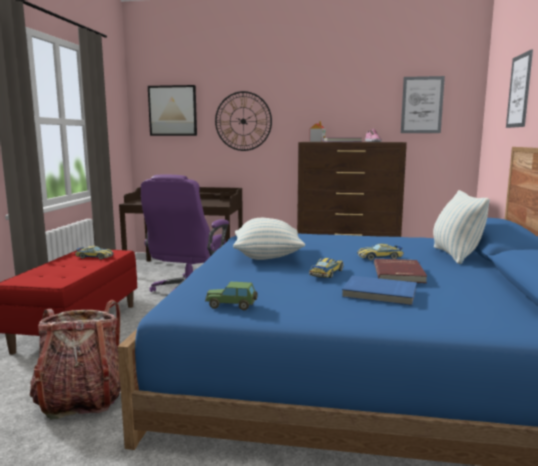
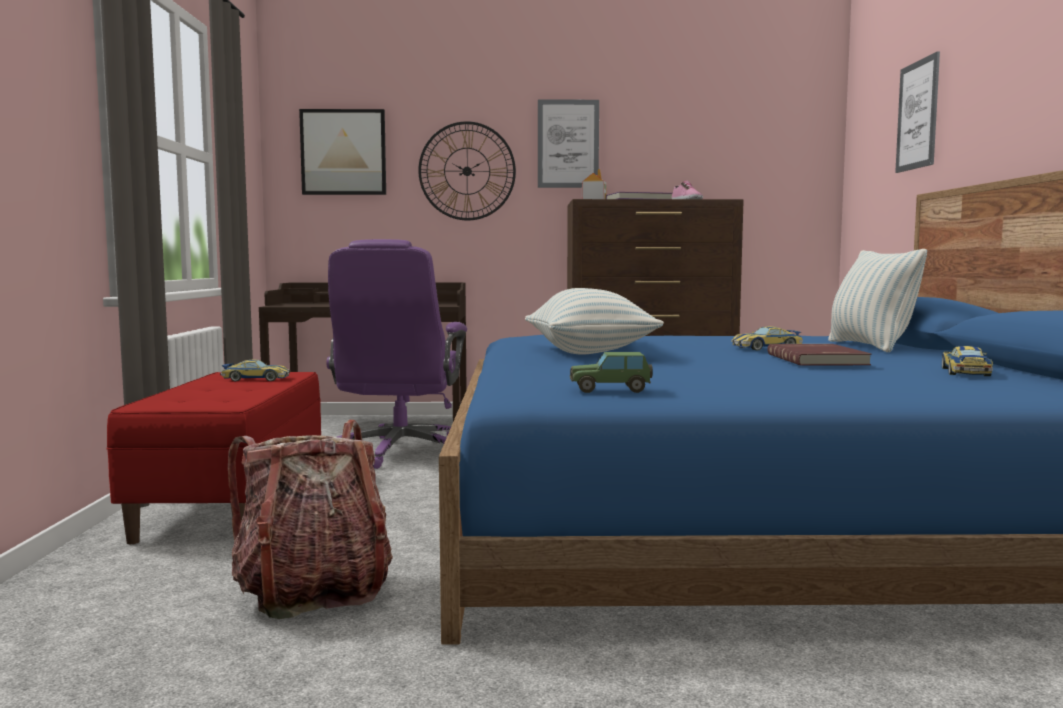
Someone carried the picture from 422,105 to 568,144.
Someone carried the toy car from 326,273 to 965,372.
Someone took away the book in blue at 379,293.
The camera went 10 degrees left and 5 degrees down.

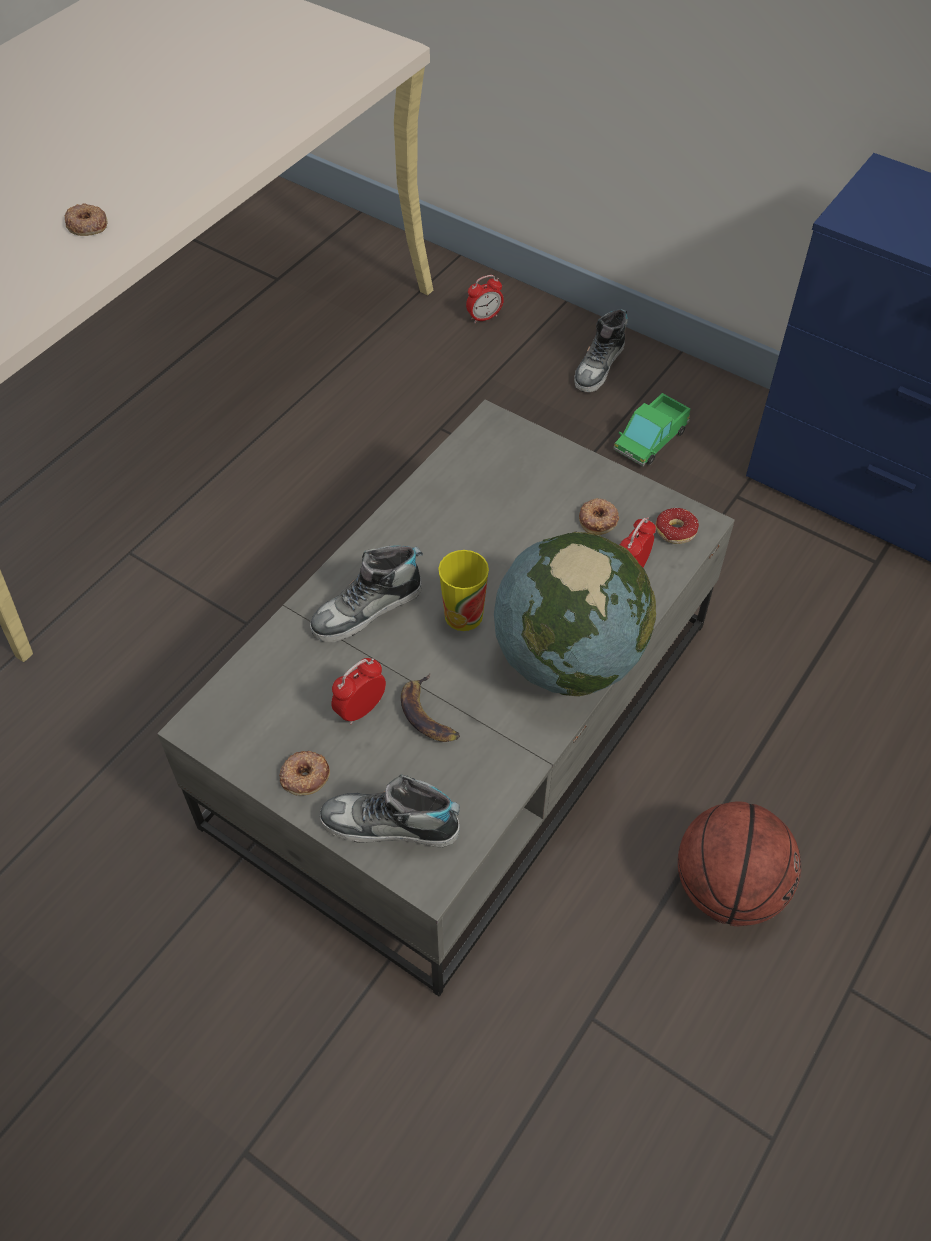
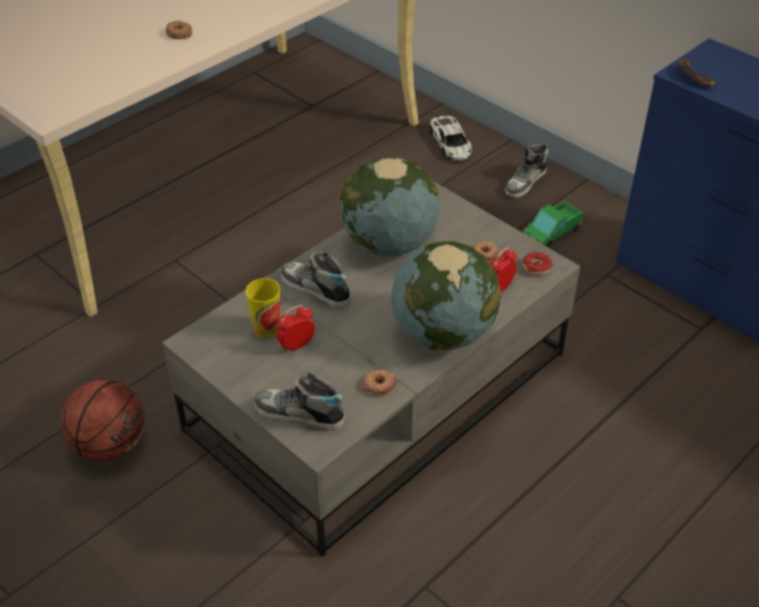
Someone swapped the alarm clock at 484,317 for the toy car at 450,143.
Someone rotated the shoe at 367,610 by 60 degrees clockwise.
Someone carried the cup from 463,615 to 267,328.
Someone carried the banana from 428,714 to 695,76.
Someone carried the donut from 304,775 to 379,385.
Someone carried the basketball from 728,887 to 110,445.
Someone put down the globe at 389,245.
The camera went 10 degrees right and 10 degrees down.

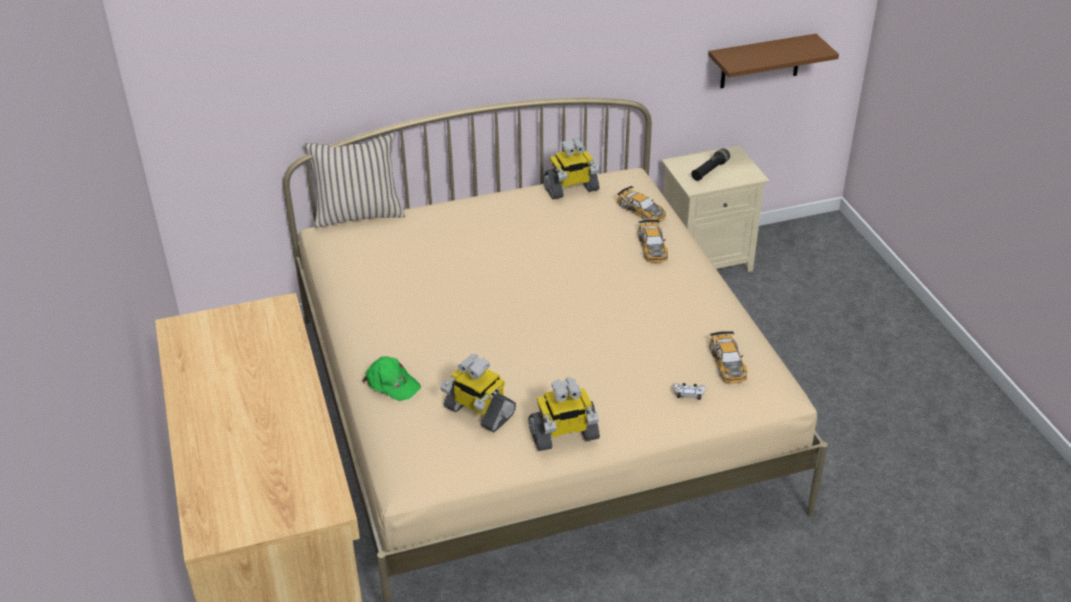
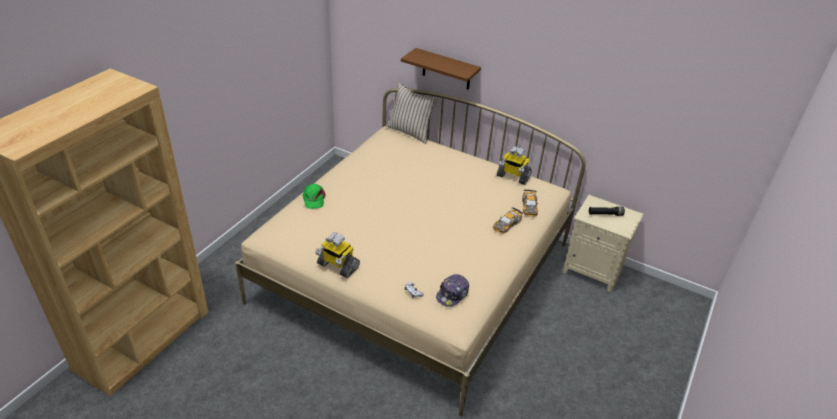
Someone carried the shelf in brown from 760,61 to 446,69.
Someone swapped the toy car at 727,363 for the cap at 452,294.
Someone took away the toy robot at 478,411.
The camera went 45 degrees right and 0 degrees up.

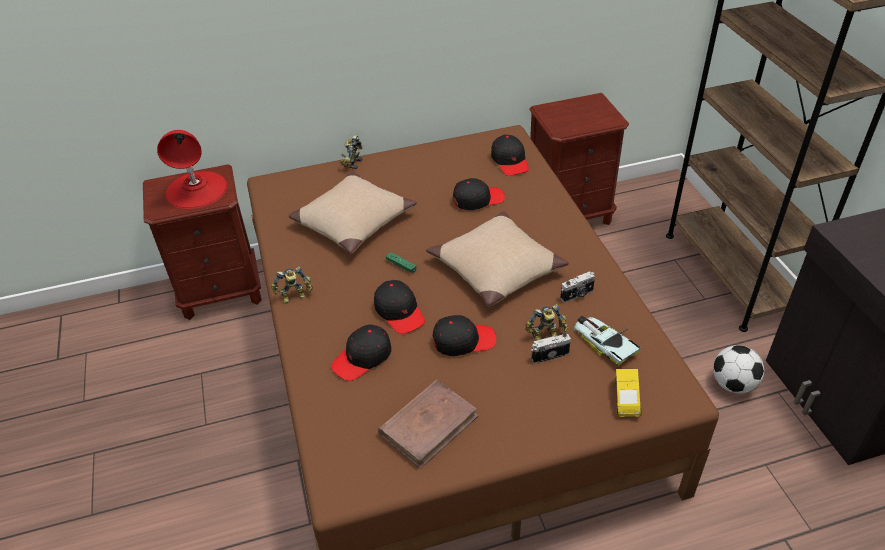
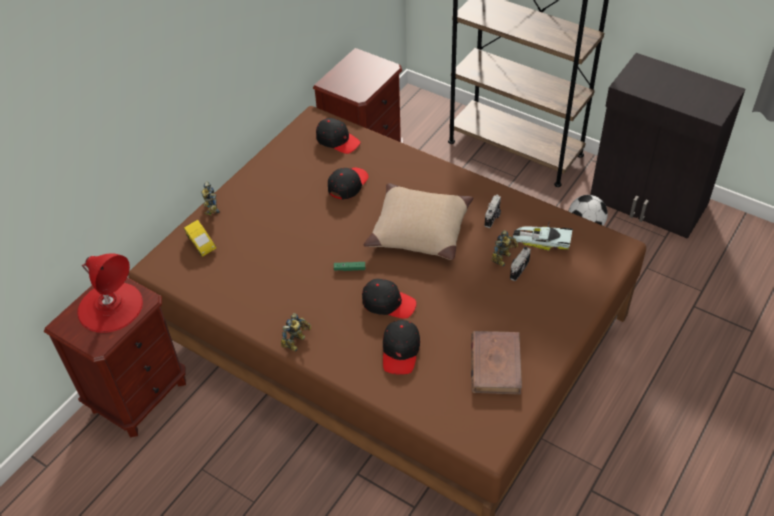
Someone took away the pillow in beige at 353,221.
Someone took away the cap in black at 463,340.
Someone carried the toy car in yellow from 625,399 to 200,244.
The camera went 40 degrees left and 5 degrees up.

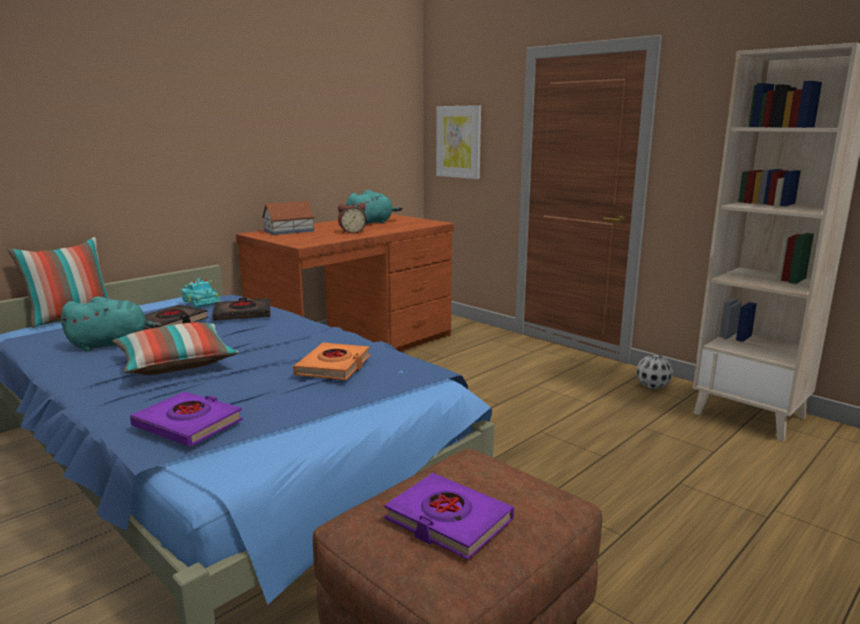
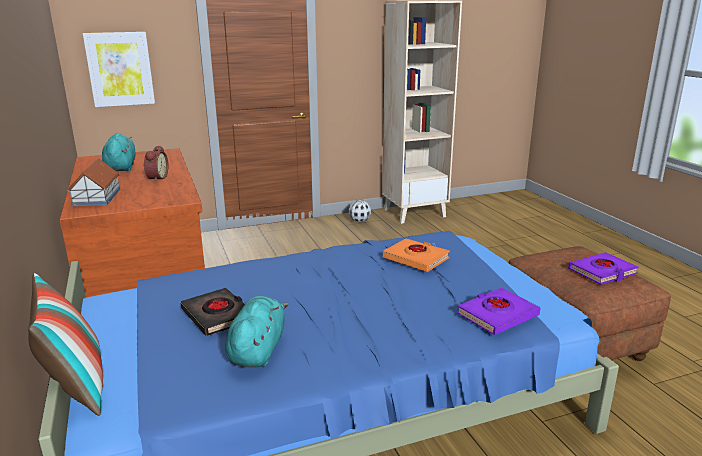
Someone took away the toy car in turquoise at 201,302.
Someone took away the book in black at 243,314.
Someone took away the pillow at 176,364.
The camera went 65 degrees left and 5 degrees up.

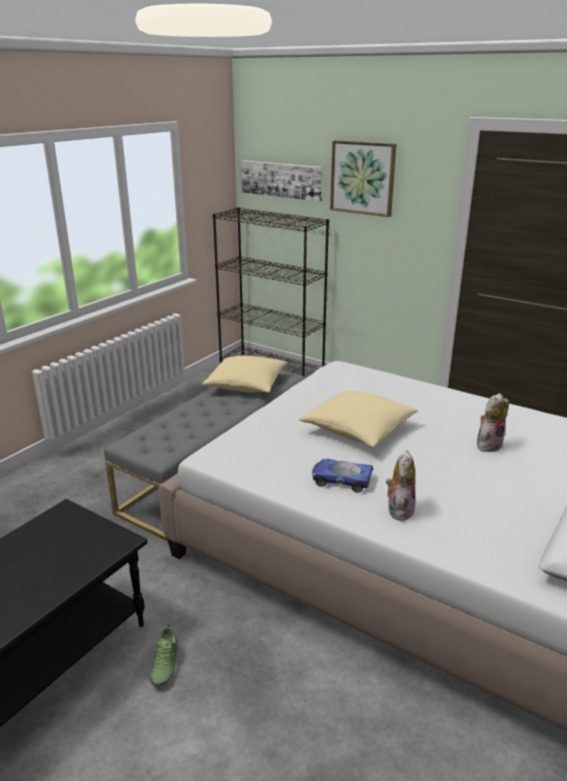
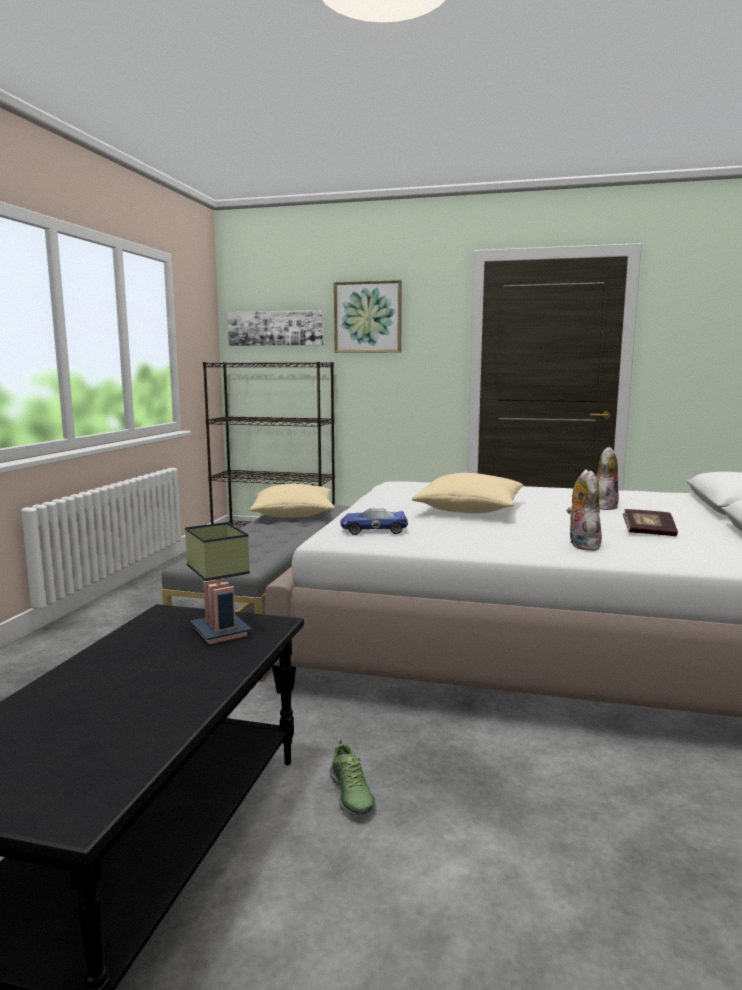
Someone carried the toy car from 341,479 to 373,529.
Someone put down the book at 649,533.
Someone put down the table lamp at 224,632.
The camera went 20 degrees left and 15 degrees down.

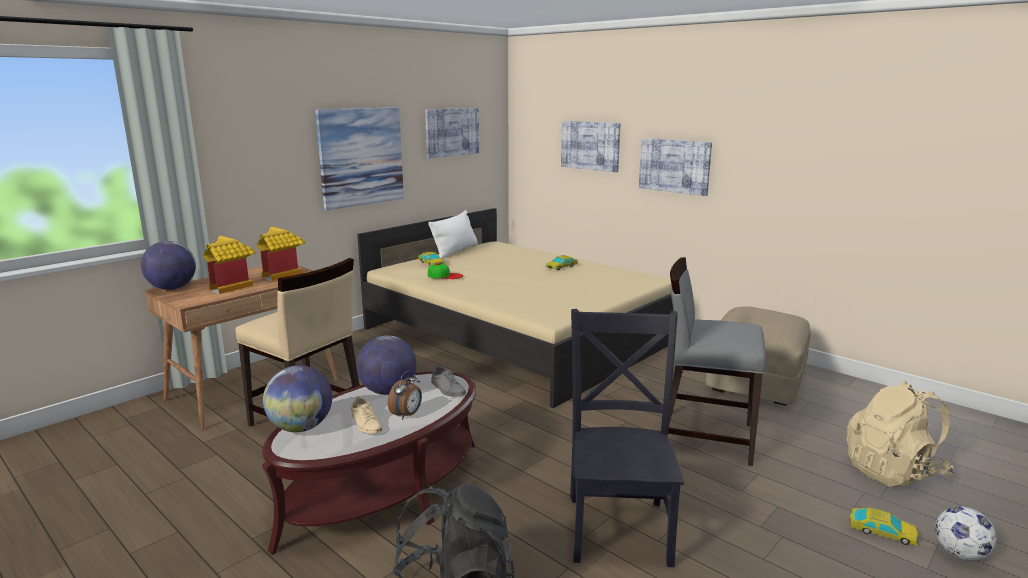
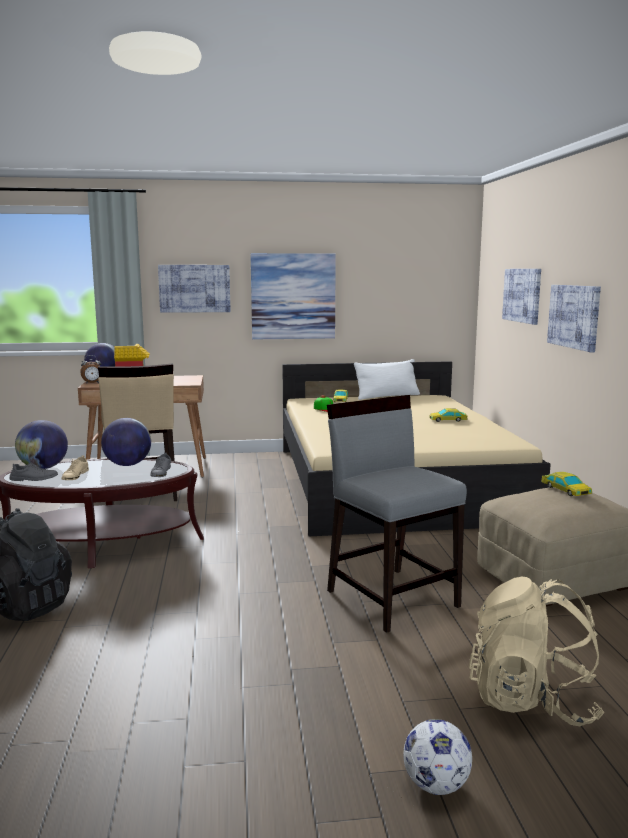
Someone carried the picture from 452,132 to 194,288.
Someone took away the toy house at 283,274.
Someone took away the chair in black at 619,525.
Someone carried the alarm clock from 407,415 to 92,383.
Someone carried the toy car from 882,532 to 565,490.
Someone put down the shoe in grey at 34,478.
The camera went 40 degrees right and 5 degrees down.

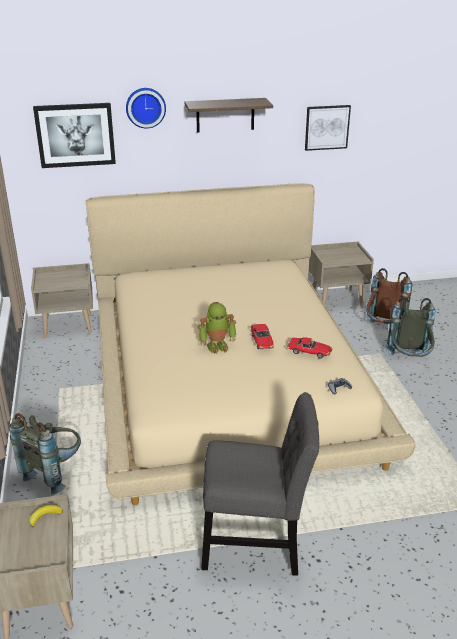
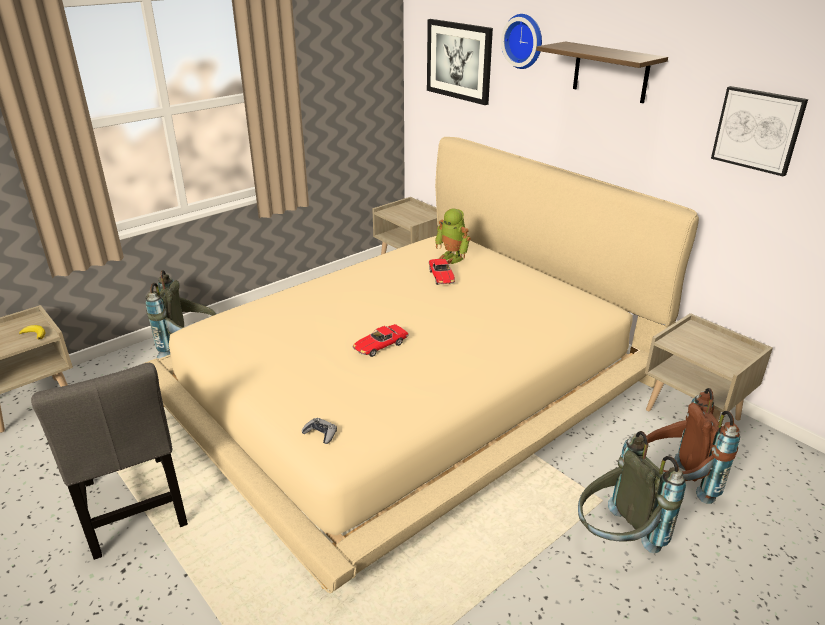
Someone carried the toy robot from 217,346 to 452,257.
Someone carried the toy car from 309,352 to 441,277.
The camera went 60 degrees right and 0 degrees up.

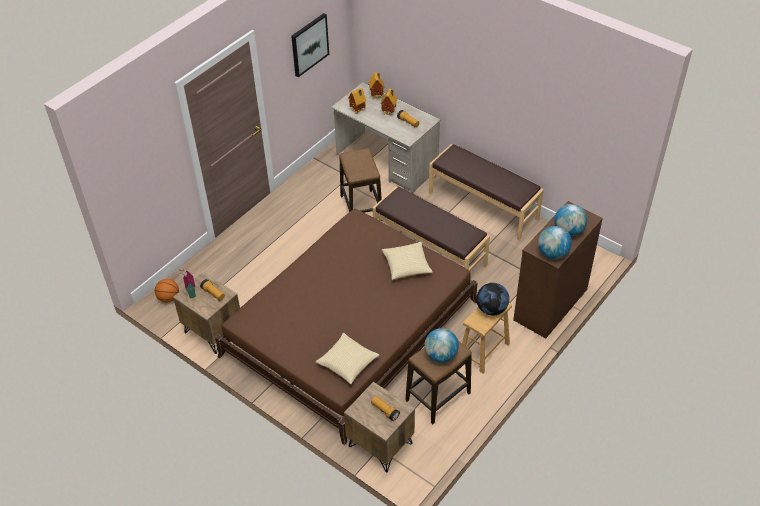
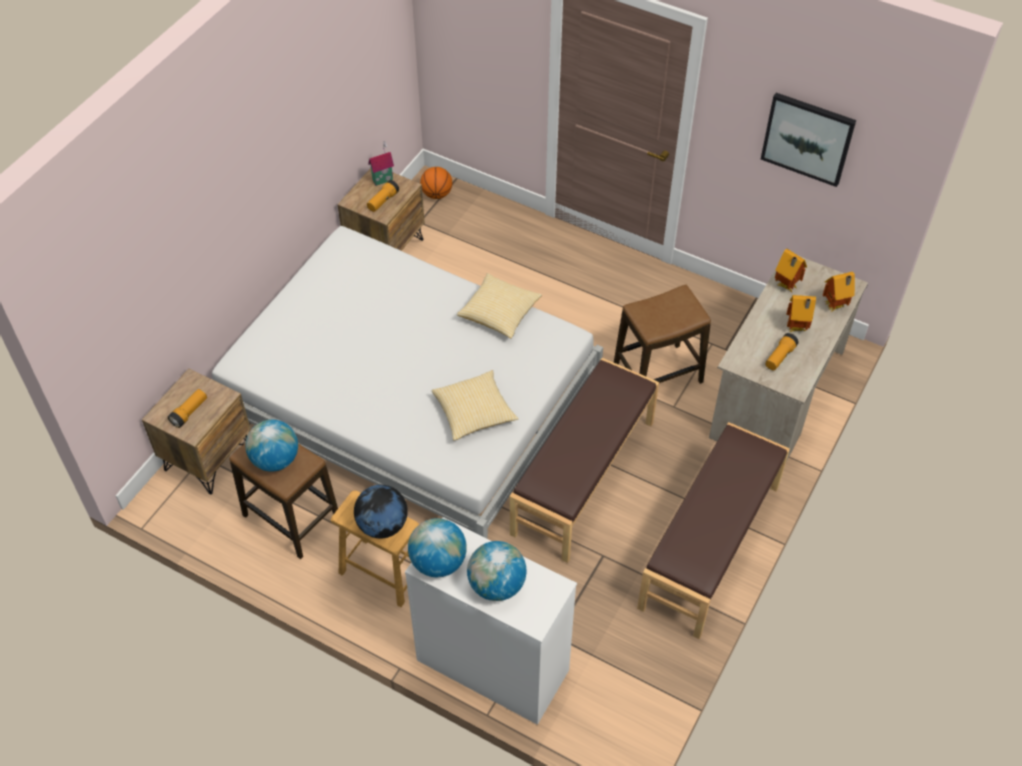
Someone repainted the dresser in brown at 550,305, which became the dresser in white at 493,665.
Someone repainted the bed in brown at 350,328, which became the bed in white at 408,396.
Someone carried the pillow from 347,363 to 499,313.
The camera went 80 degrees right and 5 degrees up.

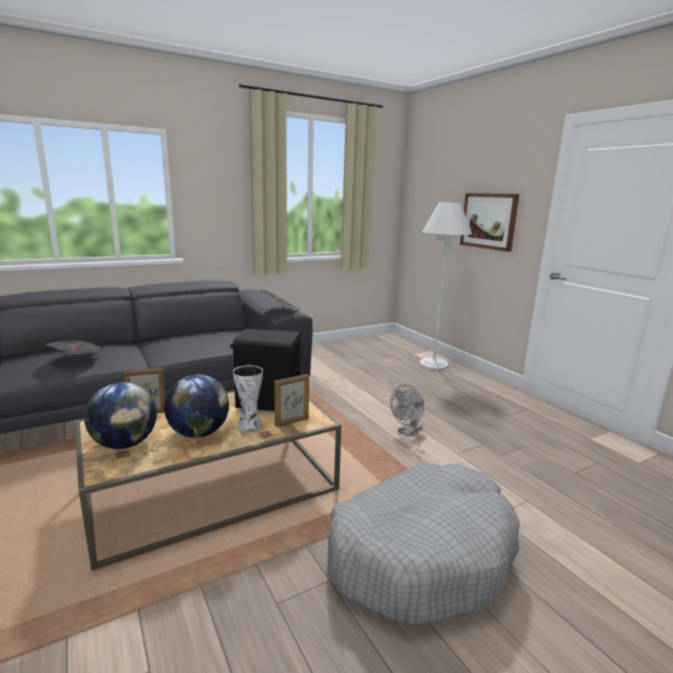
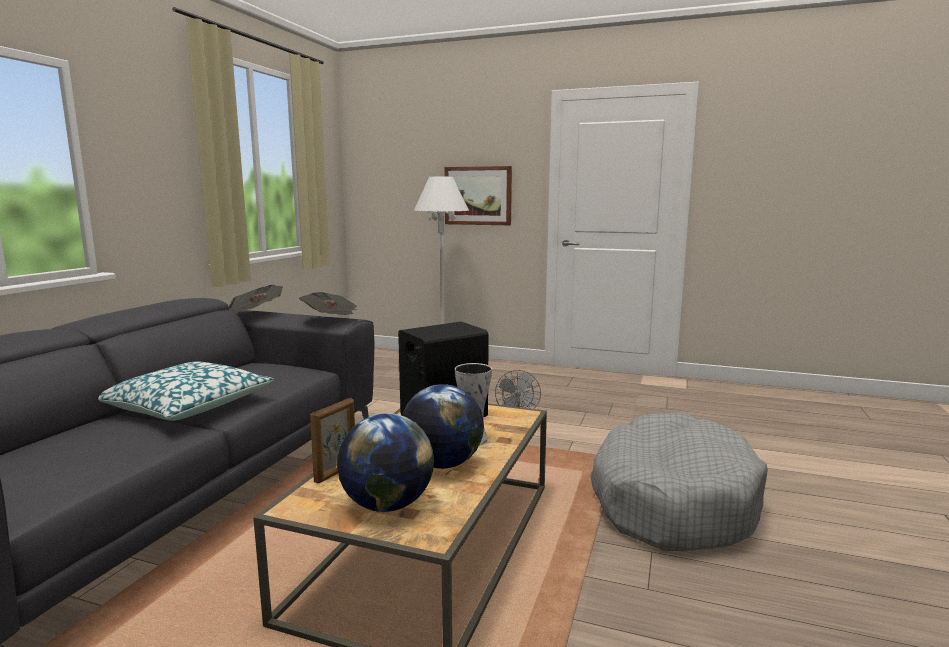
Someone carried the newspaper from 78,359 to 256,313.
Someone took away the picture frame at 292,422.
Someone put down the pillow at 187,406.
The camera went 40 degrees left and 5 degrees down.

